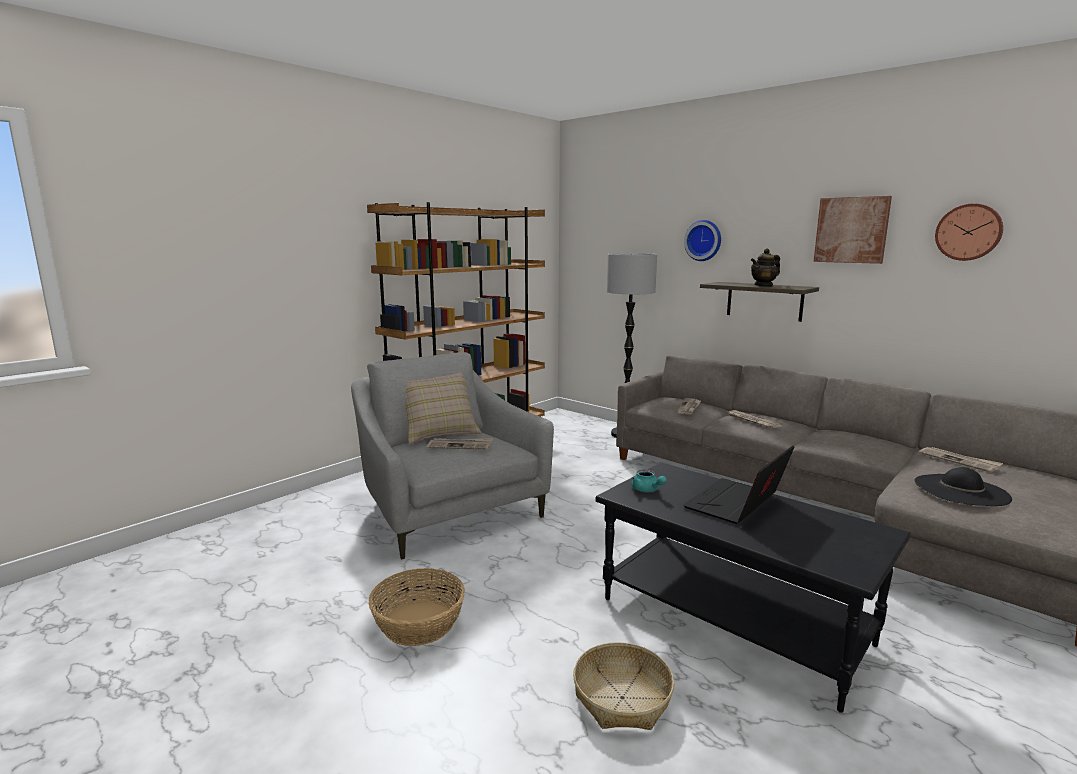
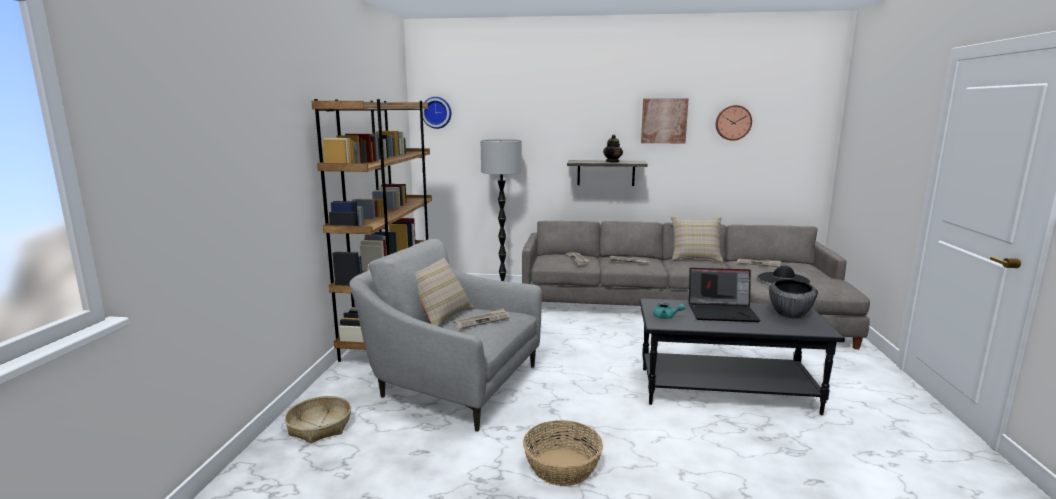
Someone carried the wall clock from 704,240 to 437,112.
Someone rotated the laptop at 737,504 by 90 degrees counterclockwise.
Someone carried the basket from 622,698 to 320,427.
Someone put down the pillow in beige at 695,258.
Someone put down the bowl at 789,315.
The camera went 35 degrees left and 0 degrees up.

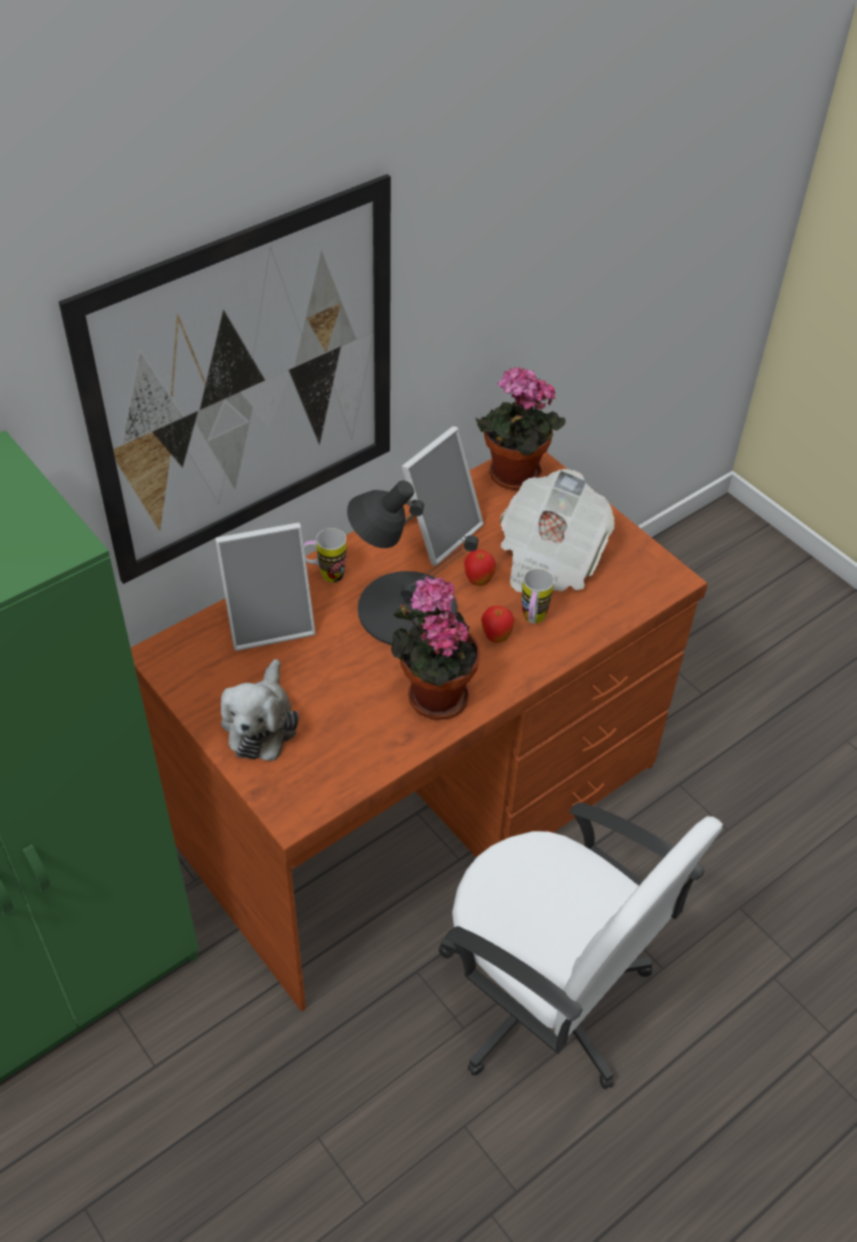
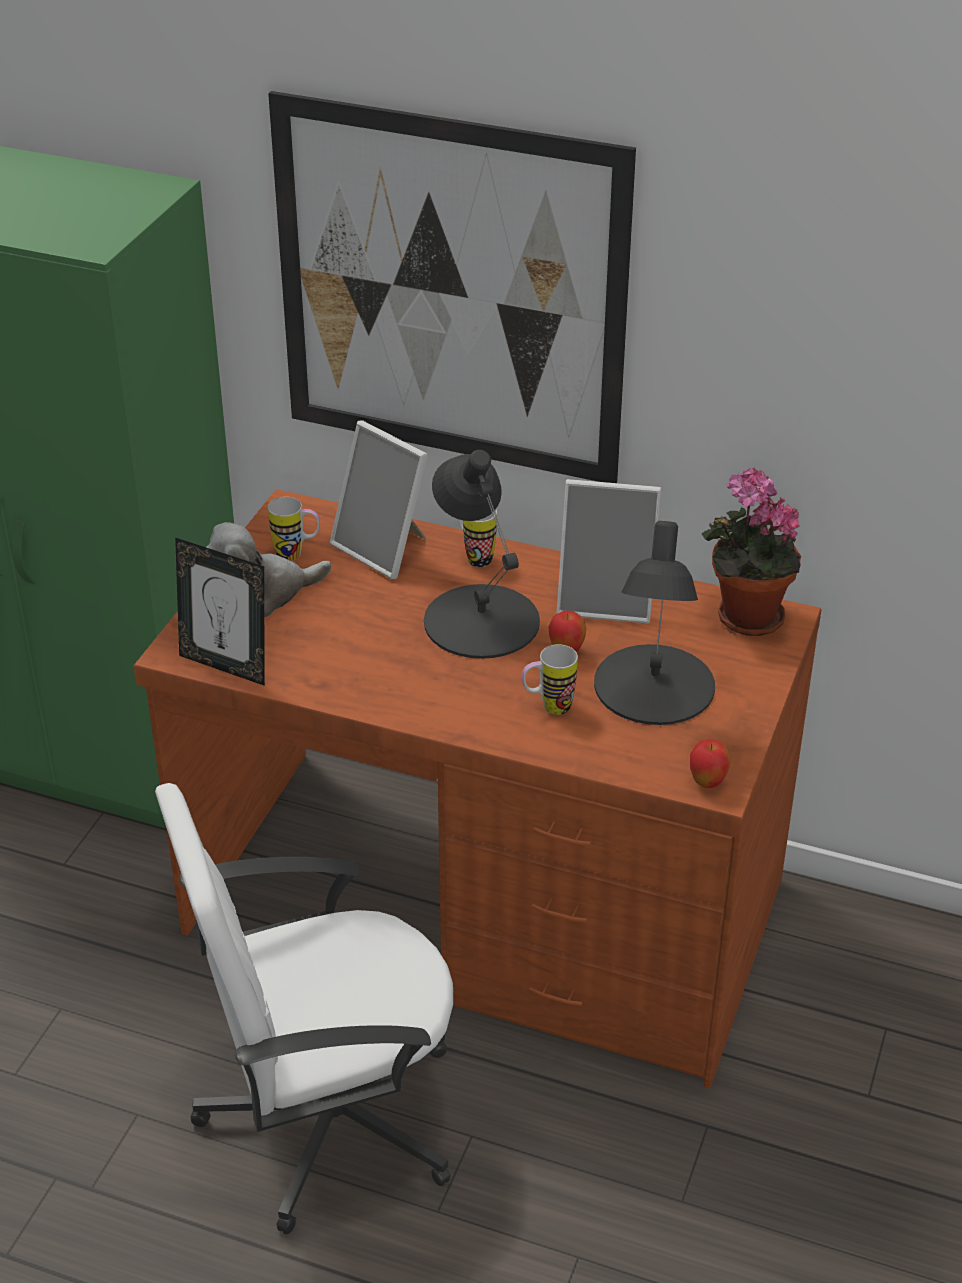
Someone swapped the newspaper at 549,557 for the table lamp in black at 653,686.
Someone took away the potted plant at 433,694.
Someone carried the apple from 496,637 to 707,782.
Someone rotated the office chair in white at 545,997 by 60 degrees clockwise.
Someone put down the mug at 297,555.
Someone put down the picture frame at 226,665.
The camera went 60 degrees right and 10 degrees down.

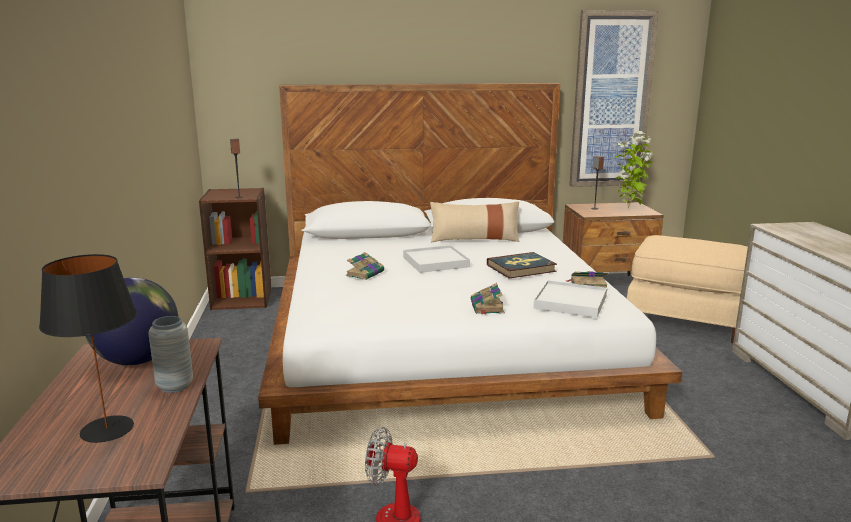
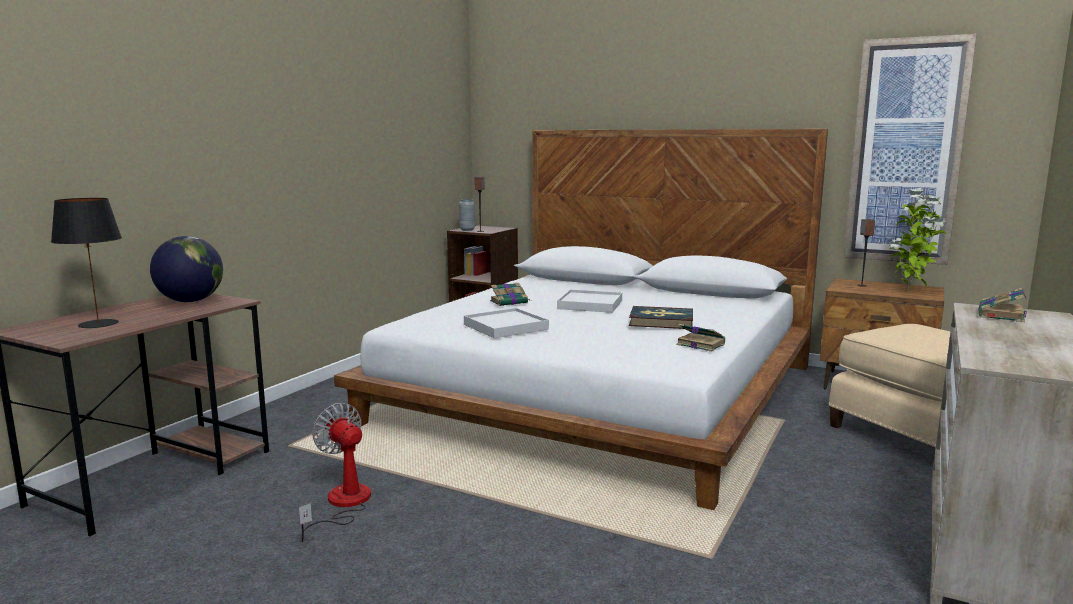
Someone took away the pillow in beige at 474,239.
Someone carried the tray in white from 570,302 to 505,327.
Someone carried the book from 487,307 to 1001,315.
Someone carried the vase in grey from 175,386 to 467,230.
The camera went 35 degrees right and 5 degrees down.

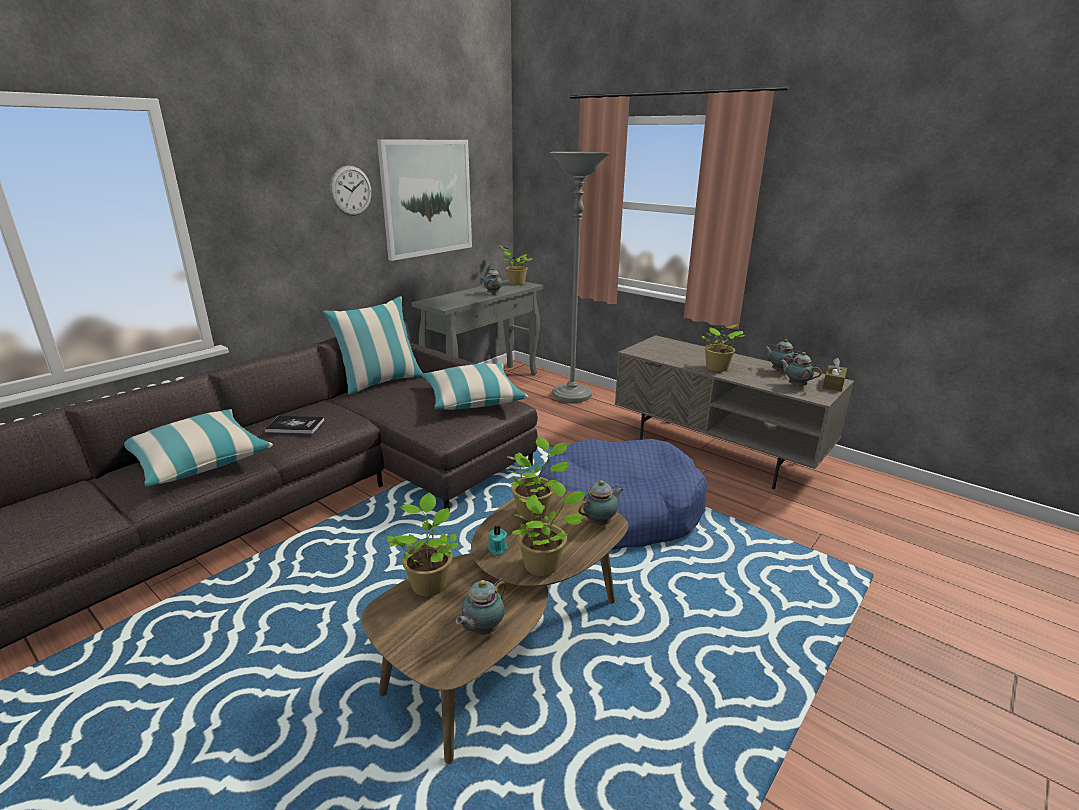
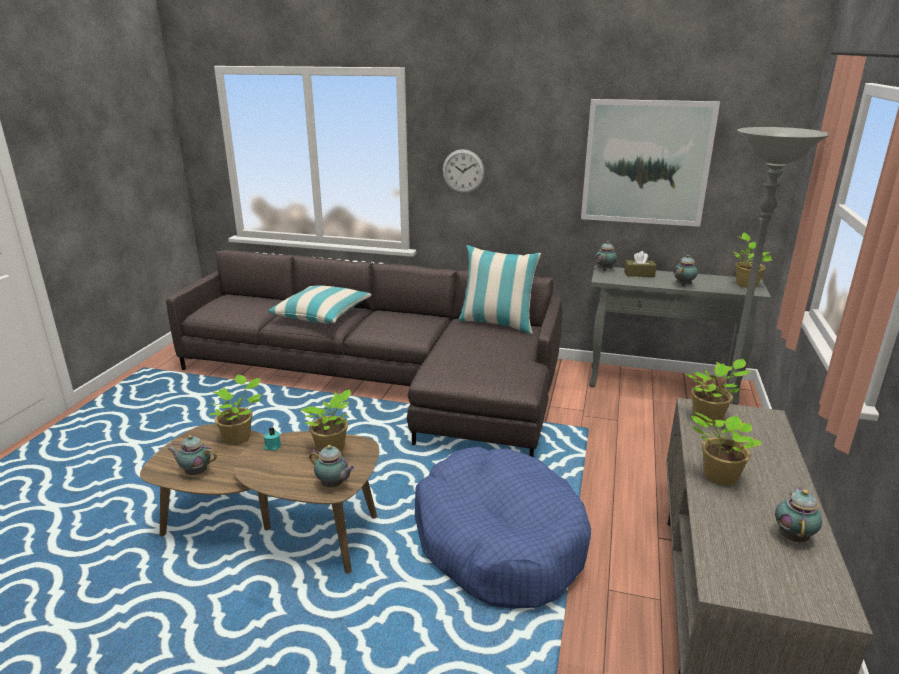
Someone carried the wall clock from 351,190 to 463,171.
Someone carried the teapot from 795,385 to 605,269.
Someone carried the tissue box in brown from 833,384 to 639,274.
Someone took away the pillow at 472,398.
Someone took away the book at 295,426.
Someone carried the potted plant from 544,564 to 709,419.
The camera went 65 degrees right and 0 degrees up.

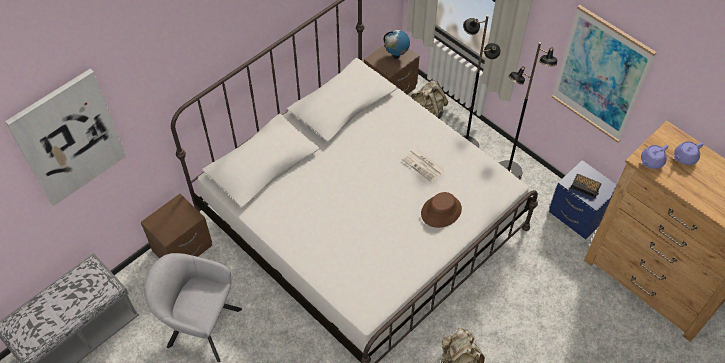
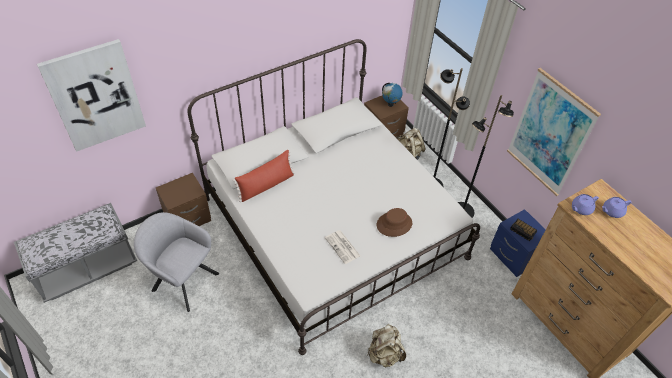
Someone carried the newspaper from 423,165 to 343,247.
Someone put down the pillow in red at 266,185.
The camera went 10 degrees right and 5 degrees down.

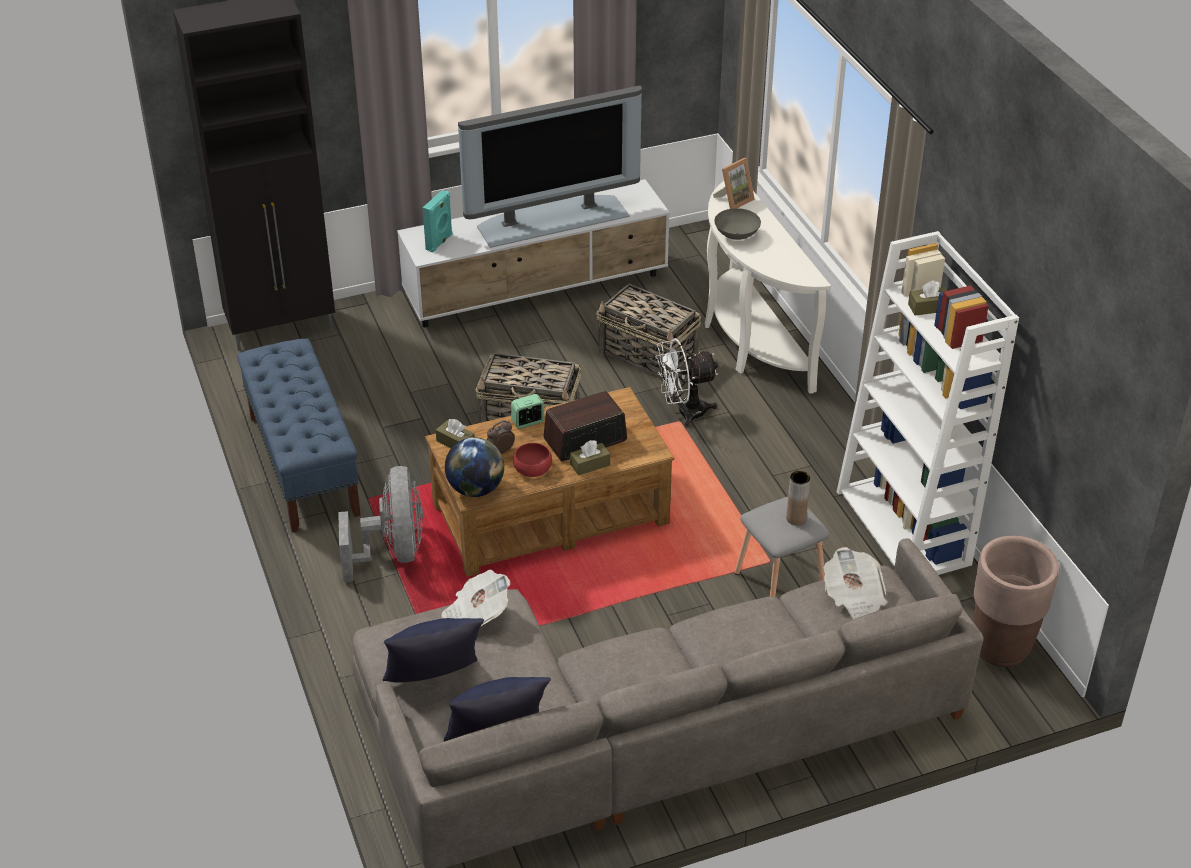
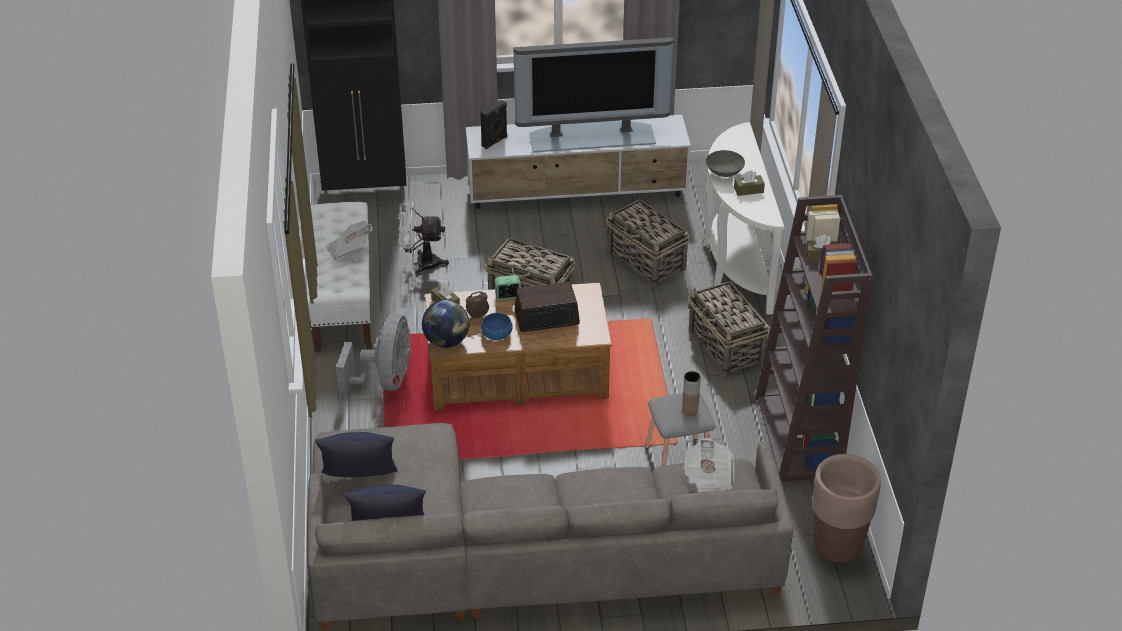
Someone took away the picture frame at 734,200.
Someone repainted the speaker in turquoise at 440,242, which became the speaker in black at 495,142.
Someone repainted the bookcase in white at 904,528, which became the bookcase in brown at 799,437.
Someone repainted the bench in blue at 303,464, which became the bench in white at 343,301.
Someone carried the fan in white from 684,412 to 421,263.
Someone carried the tissue box in brown from 590,464 to 748,190.
Someone repainted the bowl in red at 532,468, which became the bowl in blue at 497,333.
Someone carried the newspaper from 476,615 to 349,250.
Someone put down the basket at 726,347.
The camera went 15 degrees right and 0 degrees up.

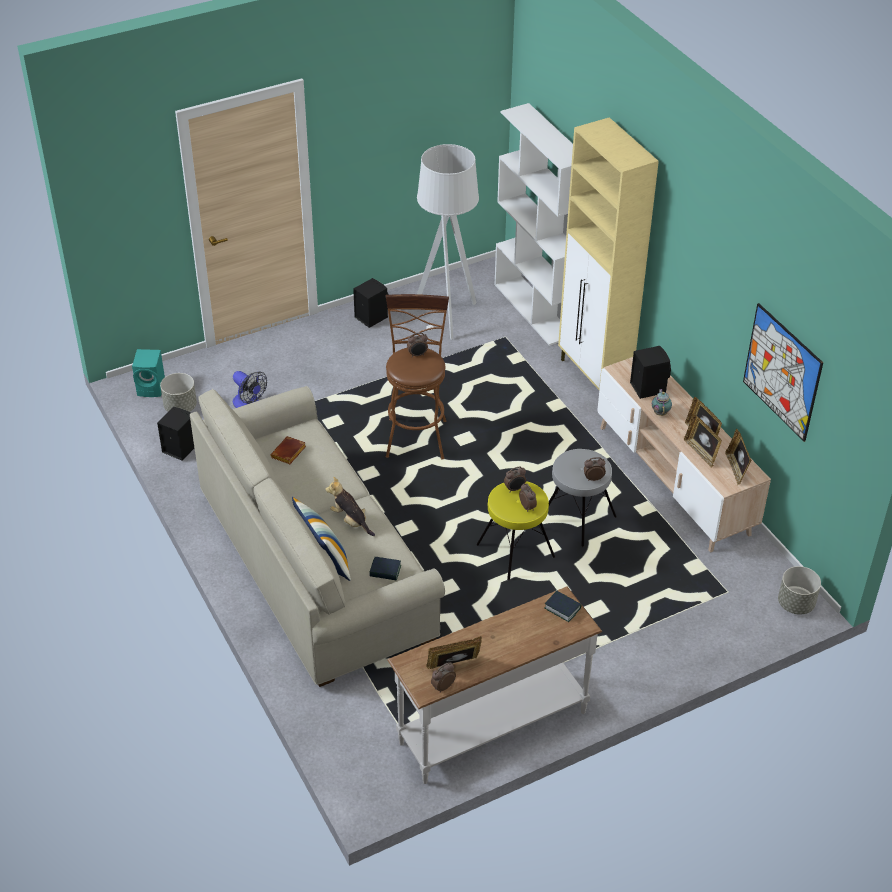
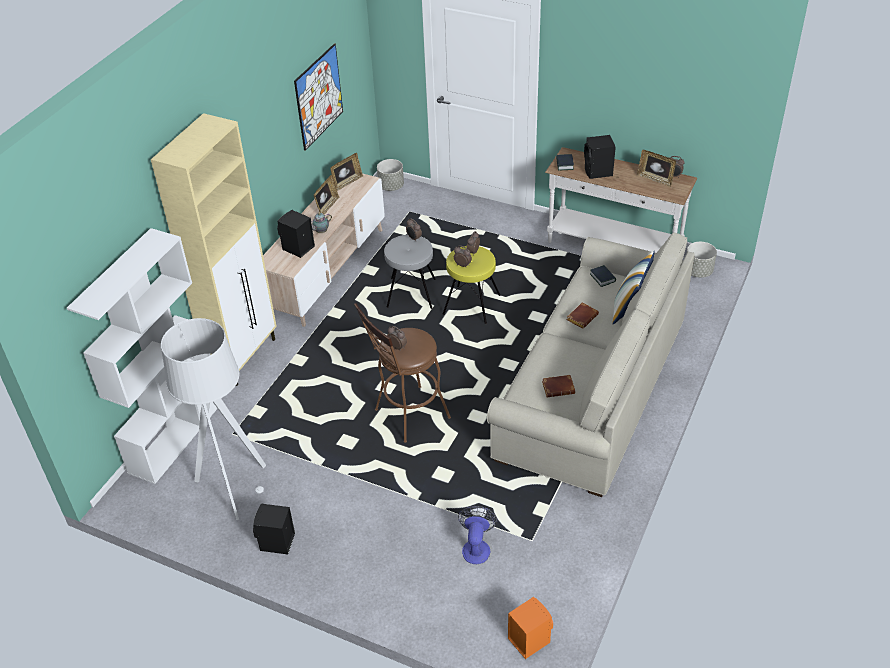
Someone repainted the speaker in turquoise at 152,388, which became the speaker in orange at 528,639.
Someone carried the planter in grey from 180,407 to 698,271.
Someone carried the speaker in black from 179,448 to 598,172.
Someone took away the picture frame at 701,452.
Someone swapped the plush toy at 350,521 for the book in brown at 582,317.
The camera went 125 degrees left and 0 degrees up.

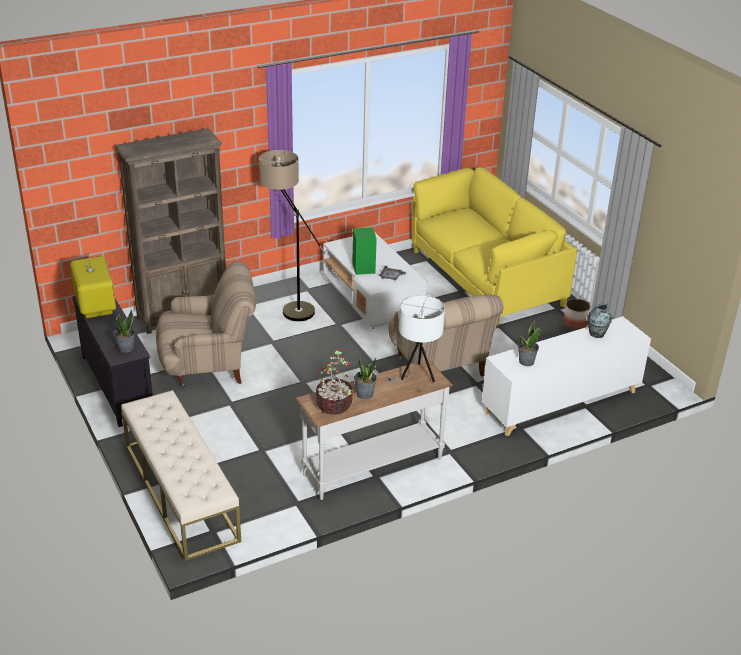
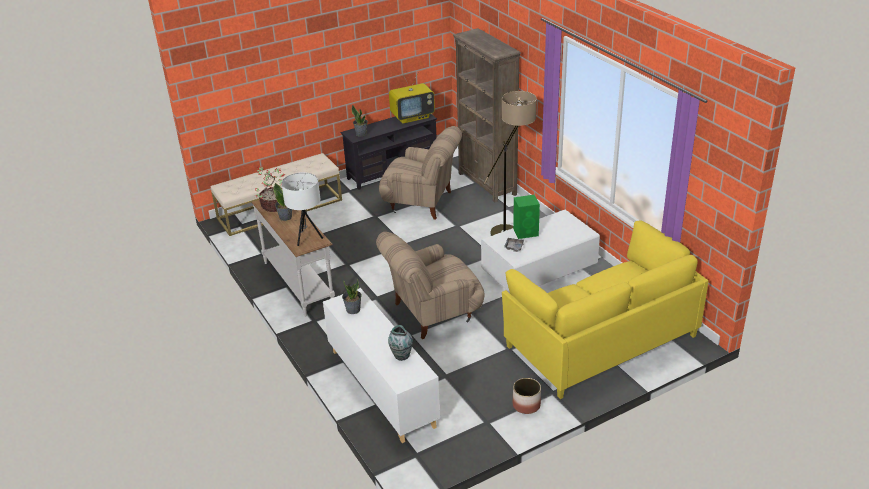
Someone rotated the armchair in beige at 208,365 by 60 degrees counterclockwise.
The camera went 90 degrees right and 0 degrees up.

